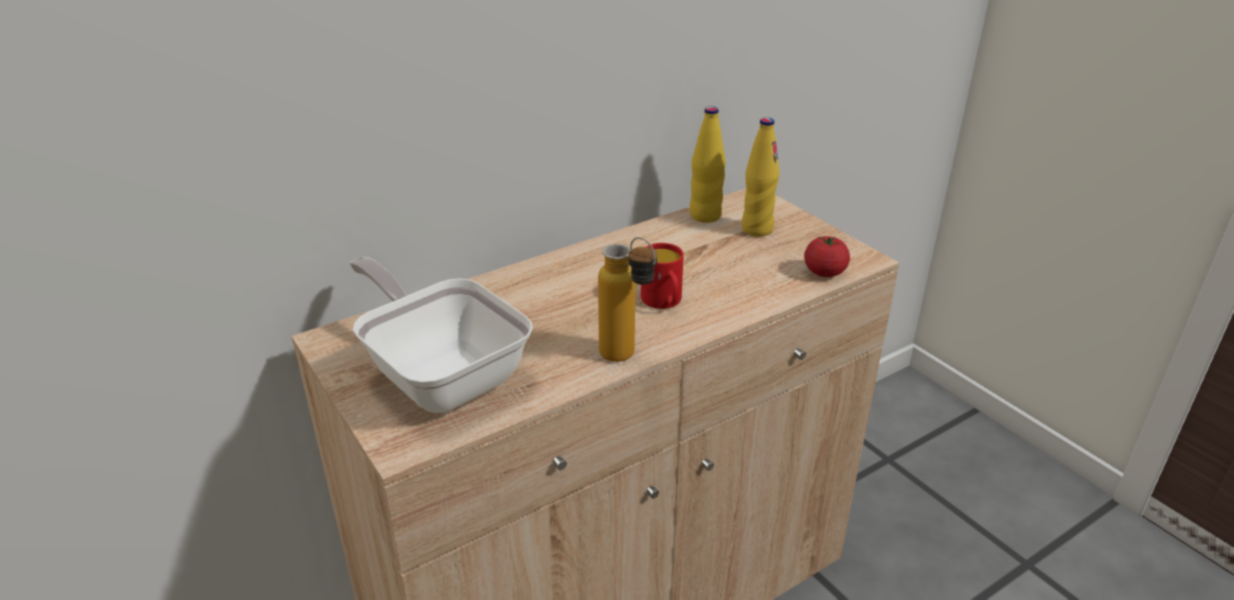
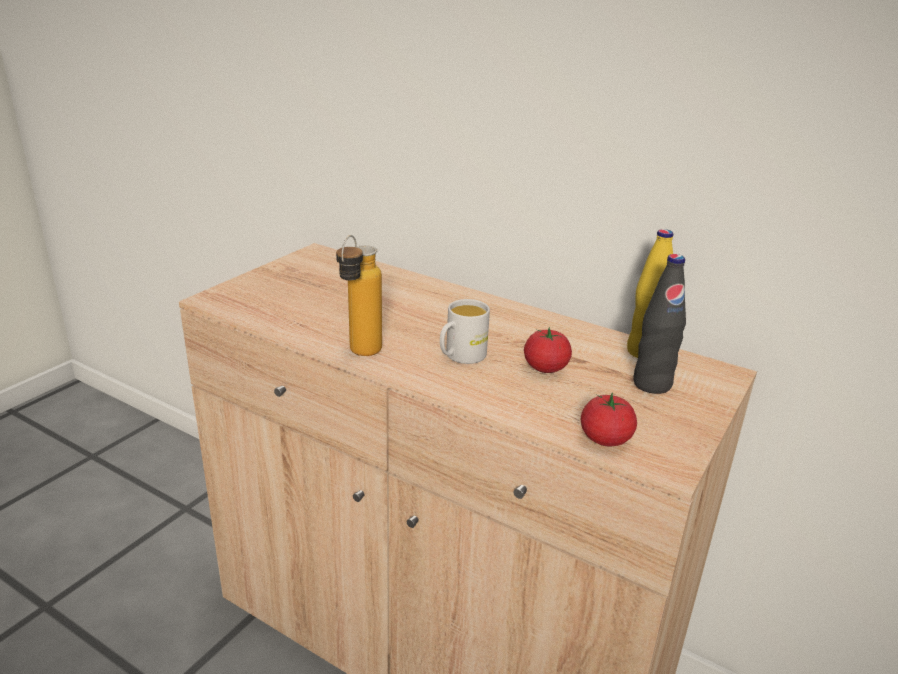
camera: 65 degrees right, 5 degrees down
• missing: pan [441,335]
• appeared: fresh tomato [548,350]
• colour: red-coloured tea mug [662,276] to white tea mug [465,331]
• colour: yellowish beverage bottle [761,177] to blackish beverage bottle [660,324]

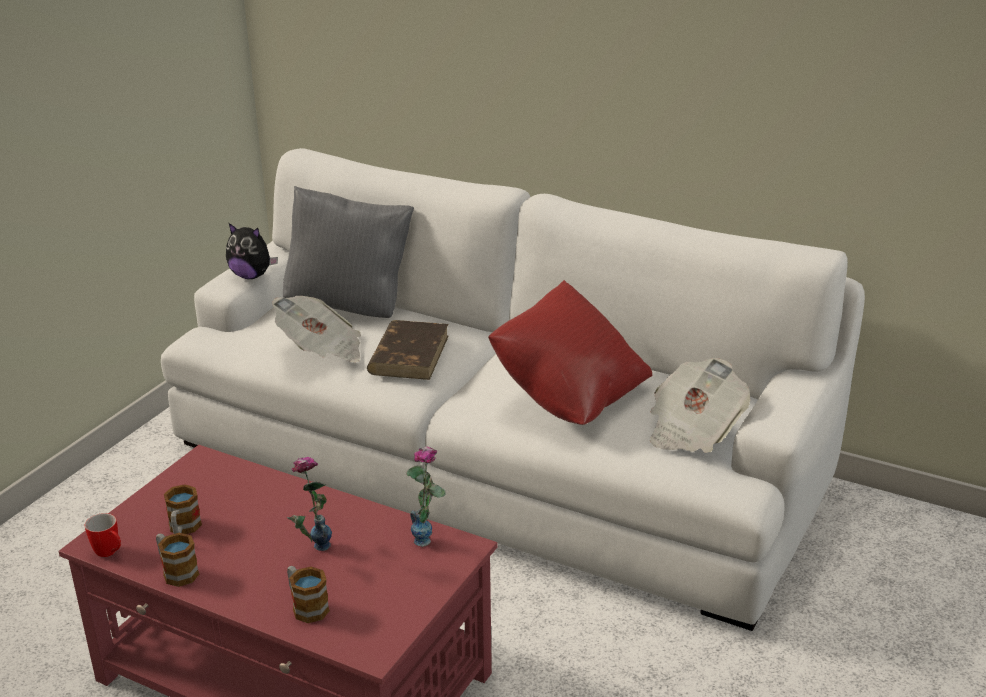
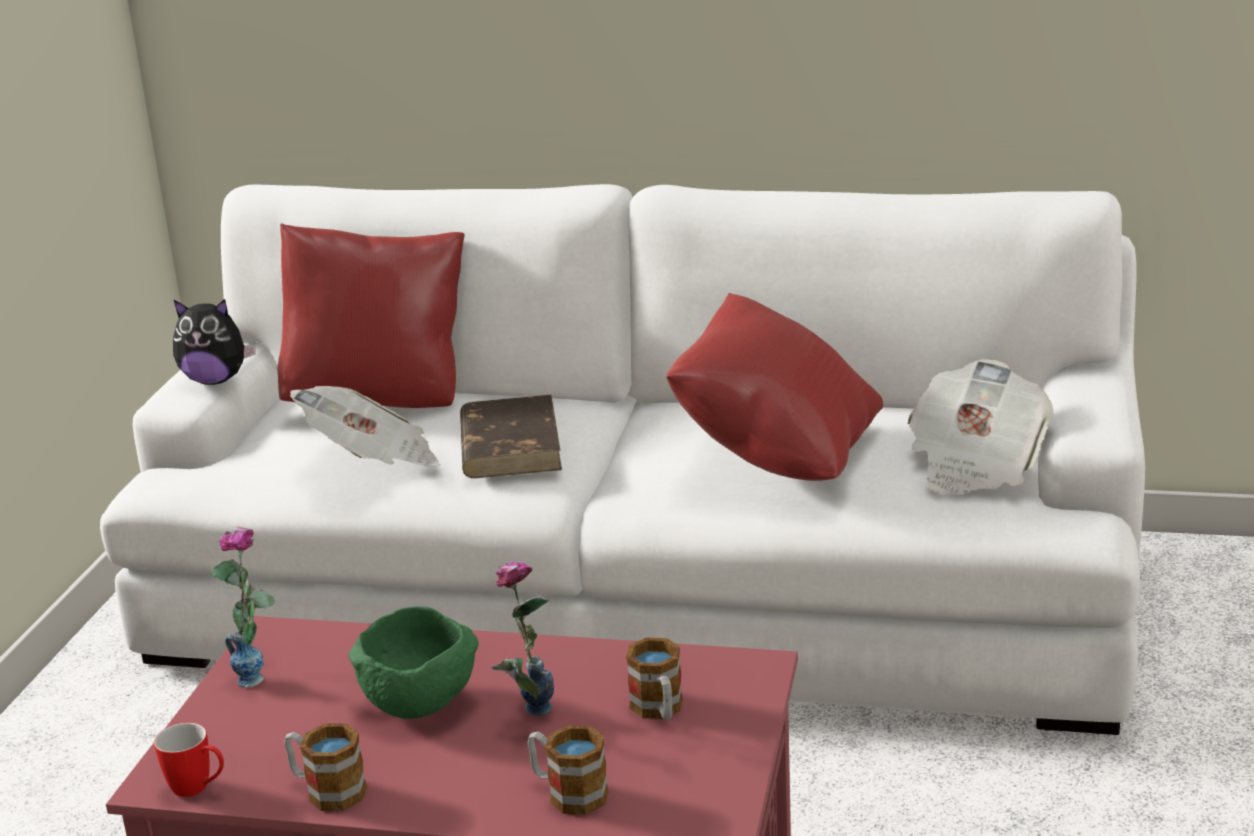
camera: 15 degrees left, 5 degrees down
• appeared: greenish serving bowl [413,663]
• relocated: tea mug [183,509] to [654,679]
• relocated: vase [425,496] to [243,607]
• colour: greyish throw pillow [348,252] to red-coloured throw pillow [371,315]

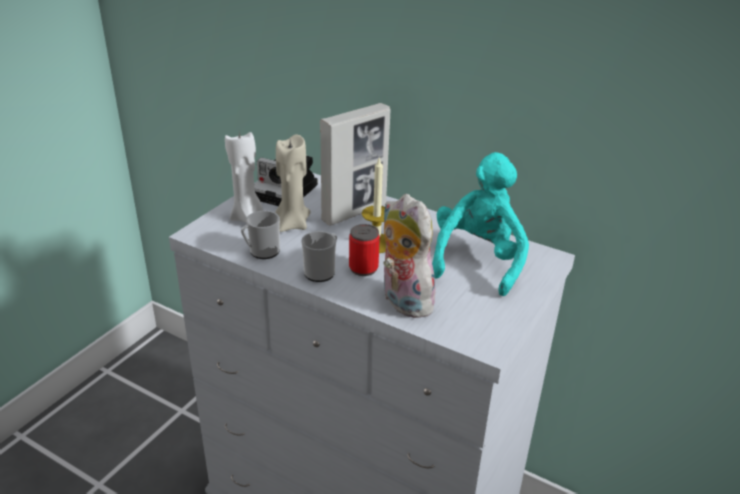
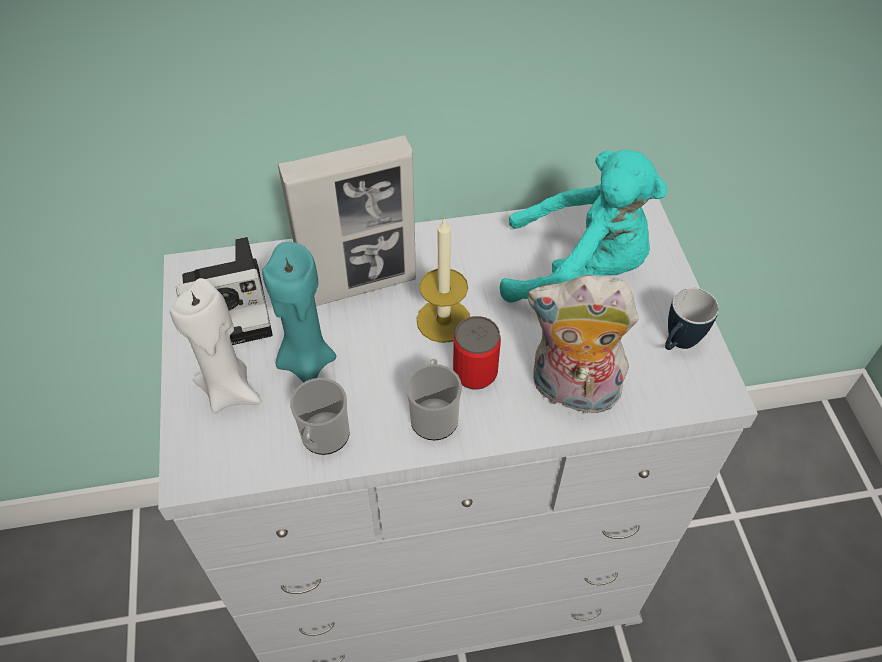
camera: 40 degrees left, 20 degrees up
• appeared: tea mug [692,319]
• colour: beige-coloured candle [293,183] to turquoise candle [299,312]
• spun: picture frame [355,164] = [347,220] 60 degrees clockwise
• spun: turquoise cuddly toy [480,224] = [584,226] 120 degrees clockwise

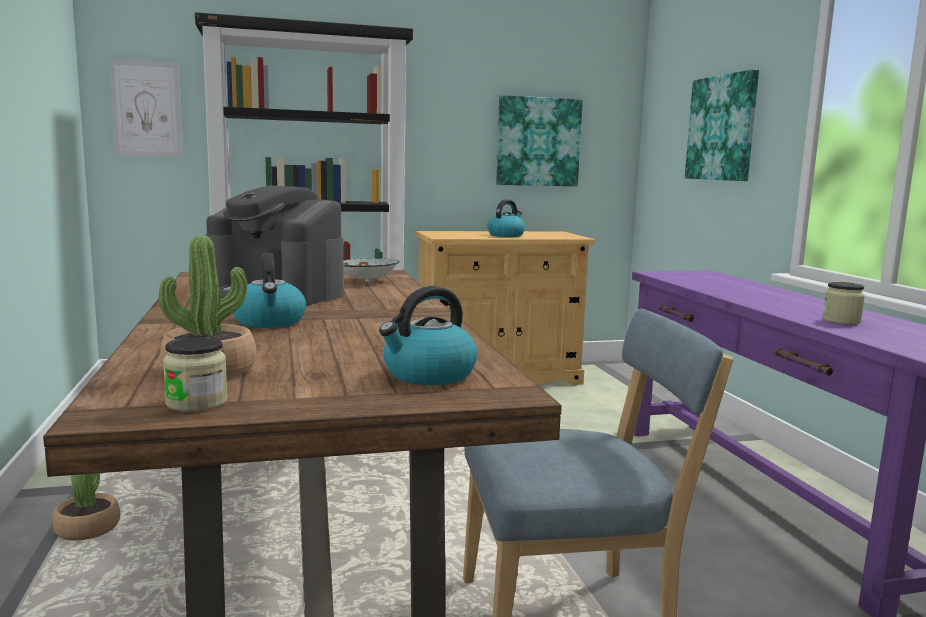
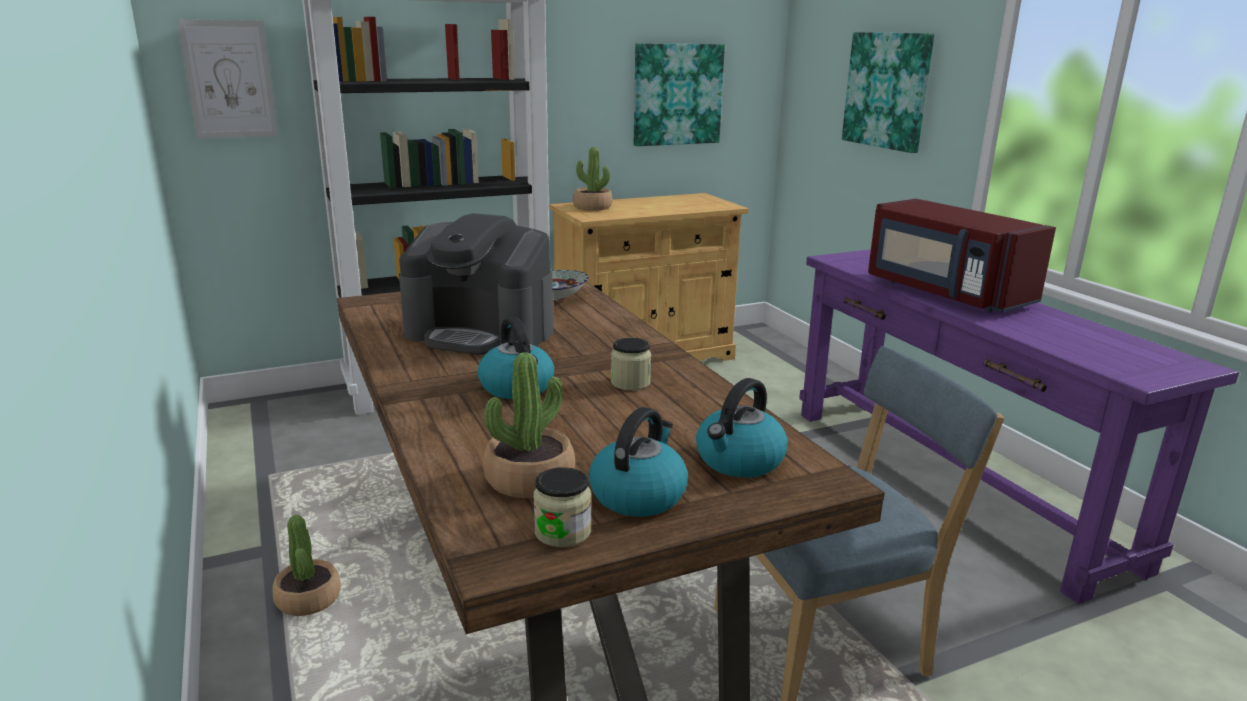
camera: 10 degrees left, 10 degrees up
• appeared: houseplant [592,179]
• appeared: red-coloured microwave oven [962,256]
• relocated: tea kettle [506,218] to [638,462]
• relocated: preserve jar [843,303] to [631,364]

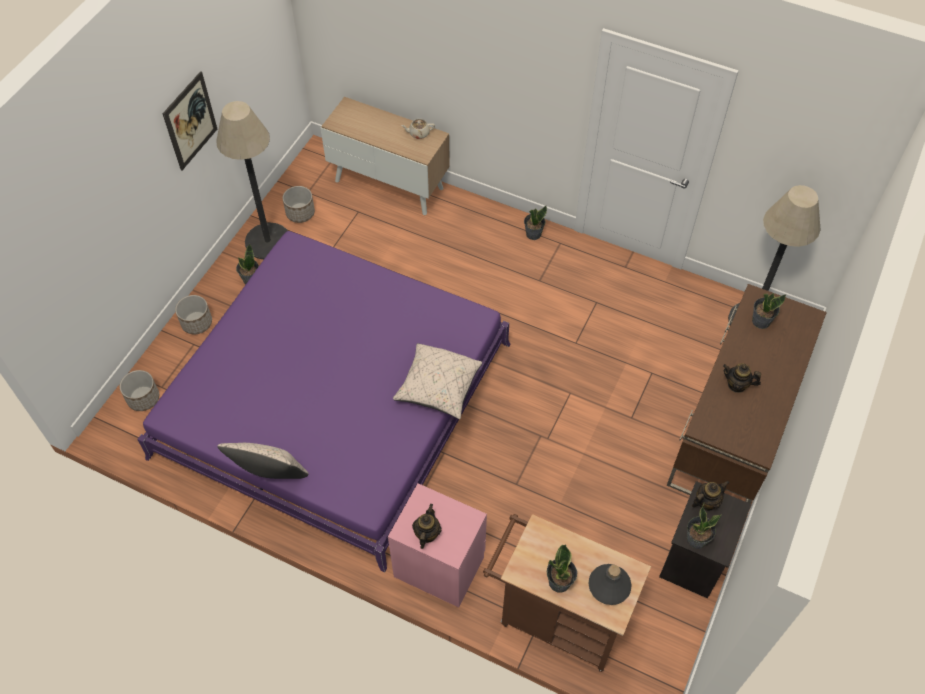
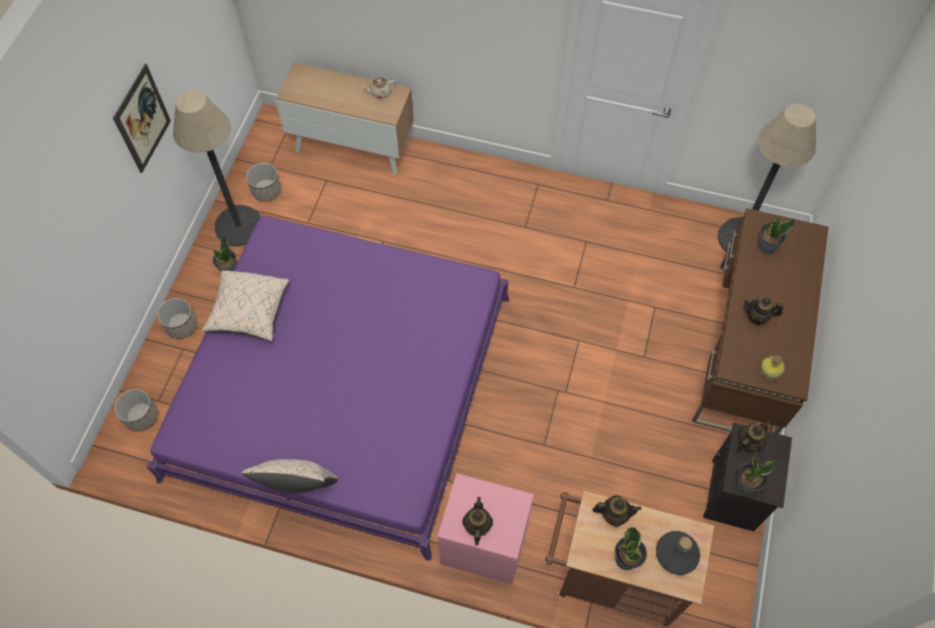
camera: 10 degrees left, 5 degrees up
• missing: houseplant [535,222]
• appeared: teapot [616,511]
• appeared: beverage bottle [772,368]
• relocated: beige-coloured throw pillow [437,381] to [245,305]

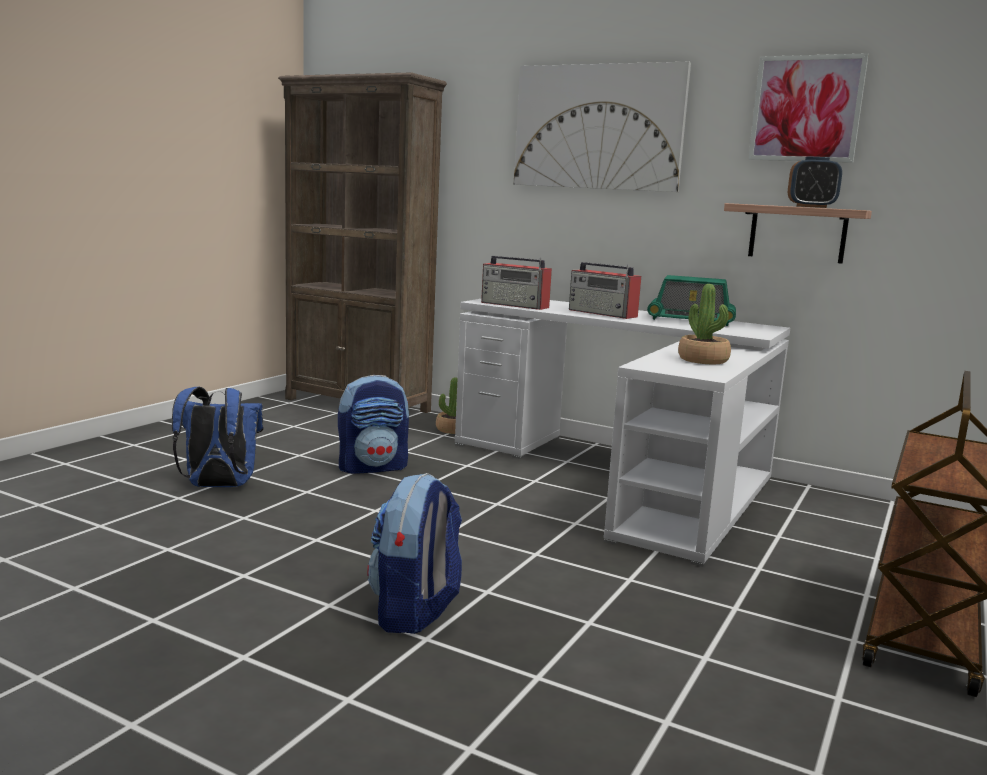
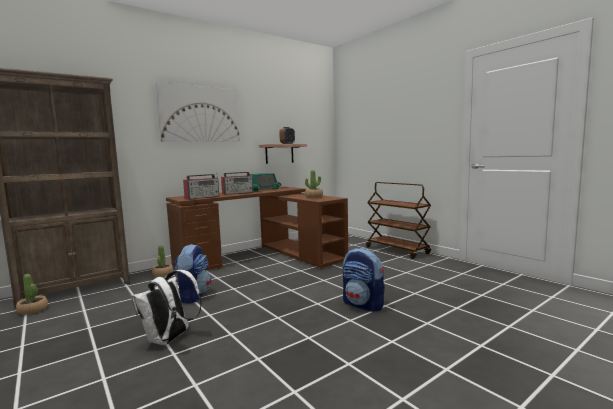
camera: 65 degrees left, 5 degrees down
• missing: wall picture [808,108]
• appeared: houseplant [32,294]
• colour: blue backpack [218,437] to white backpack [166,307]
• colour: white desk table [622,433] to brown desk table [257,228]

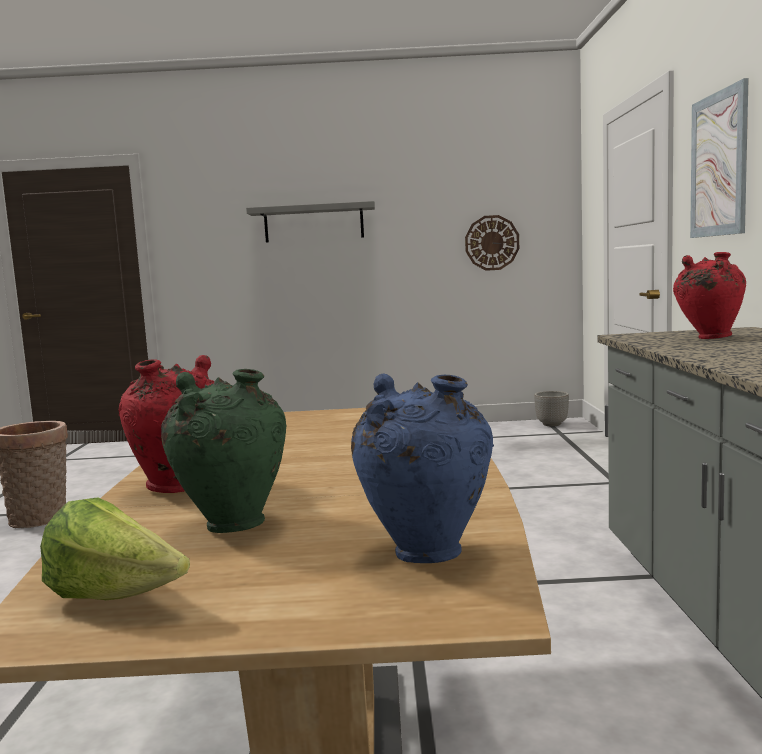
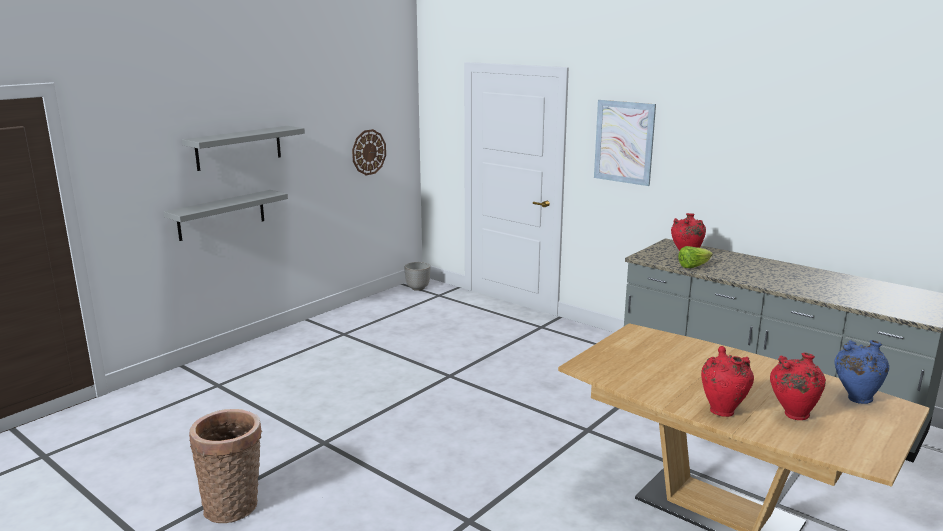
camera: 50 degrees left, 10 degrees up
• appeared: greyish wall shelf [226,215]
• relocated: lettuce [115,548] to [695,257]
• colour: greenish vase [224,451] to red-coloured vase [798,386]

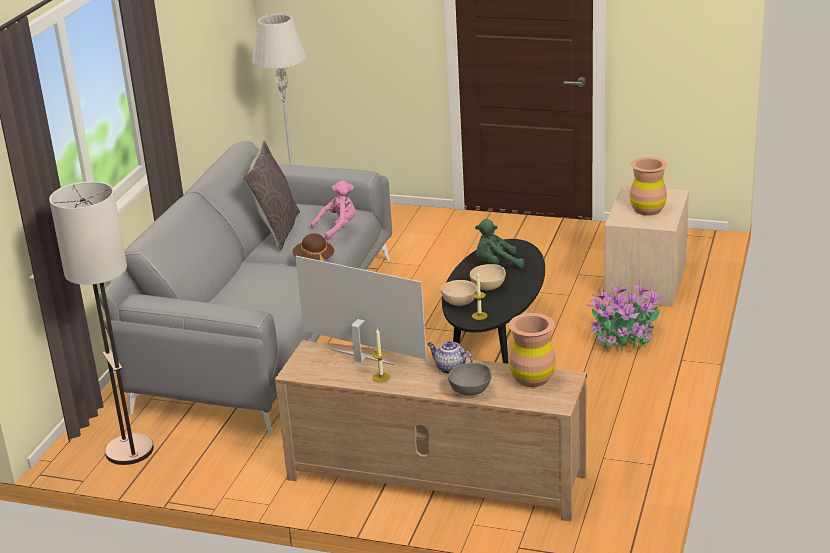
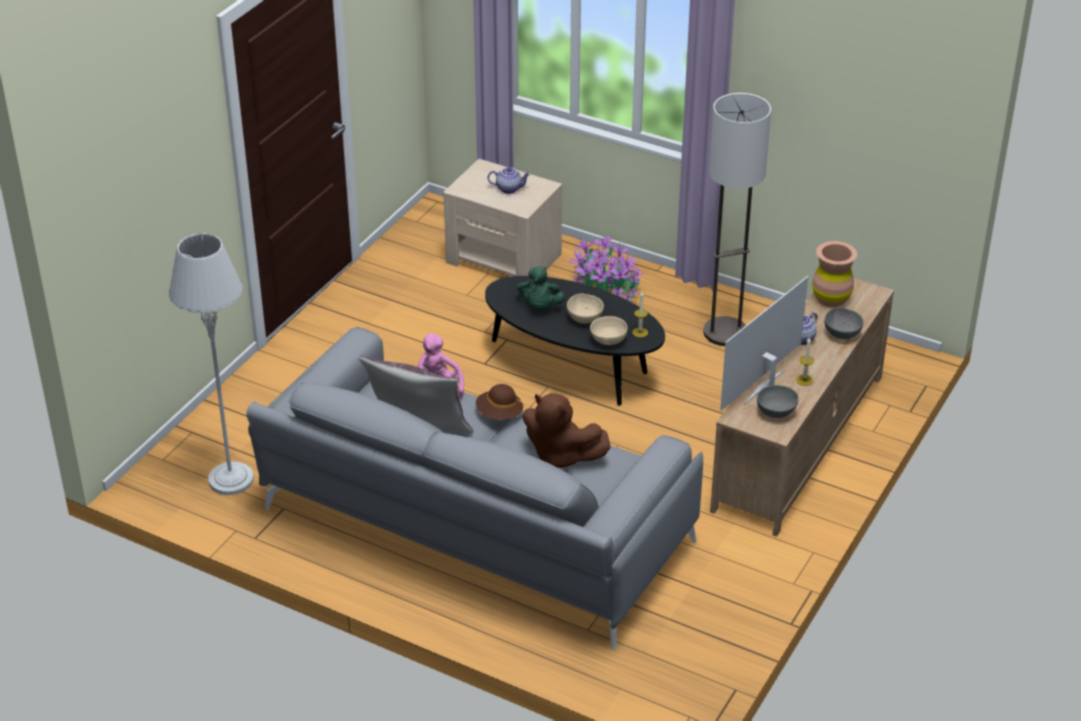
camera: 80 degrees left, 10 degrees up
• appeared: brown cuddly toy [567,430]
• appeared: greyish serving bowl [778,401]
• relocated: standing lamp [101,323] to [737,219]
• exchanged: brown vase [648,186] to teapot [509,180]

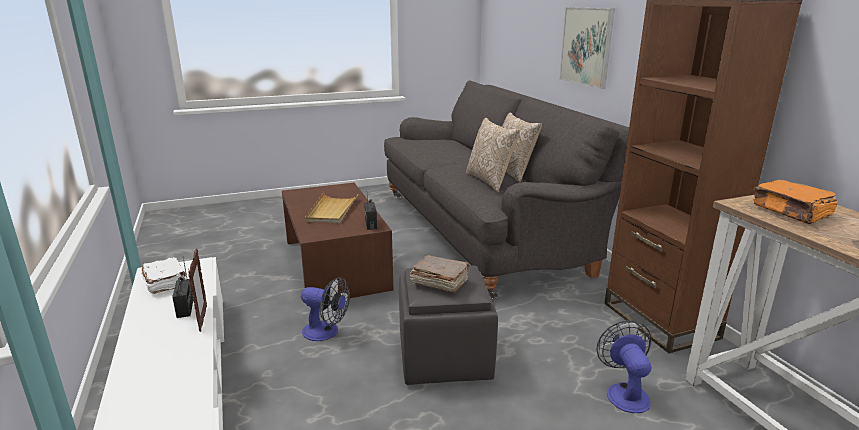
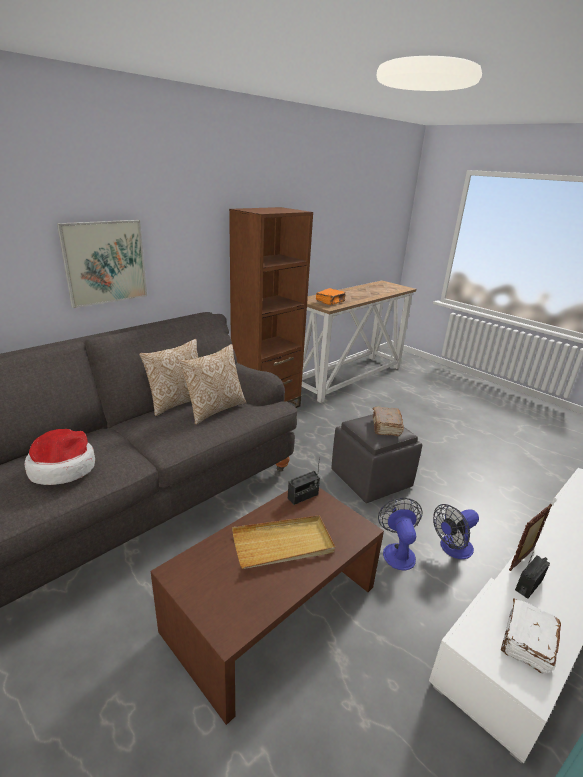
camera: 115 degrees left, 5 degrees up
• appeared: clothing hat [59,457]
• relocated: cooling fan [624,366] to [456,531]

